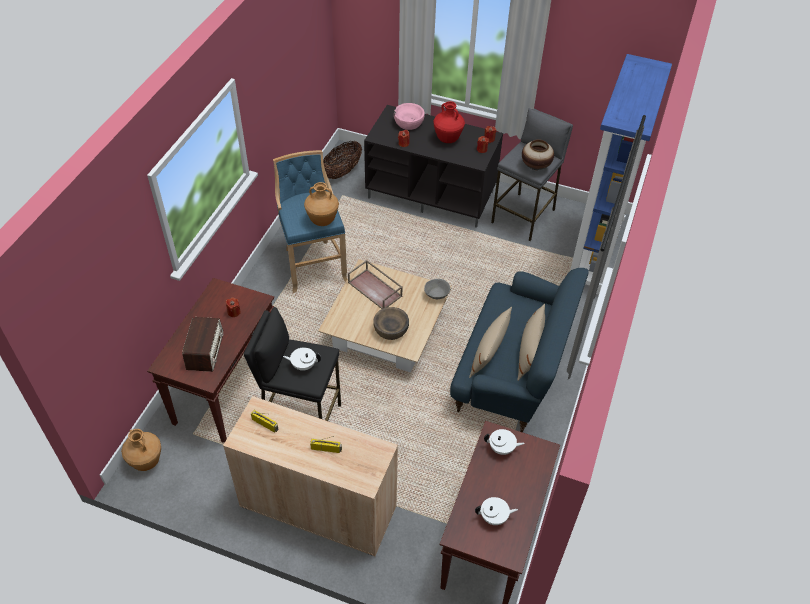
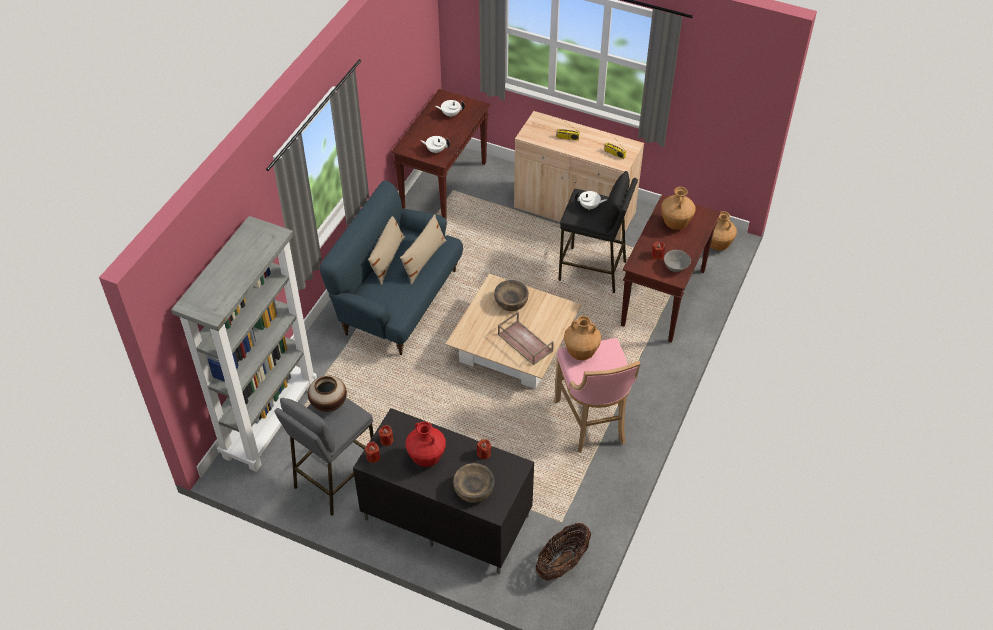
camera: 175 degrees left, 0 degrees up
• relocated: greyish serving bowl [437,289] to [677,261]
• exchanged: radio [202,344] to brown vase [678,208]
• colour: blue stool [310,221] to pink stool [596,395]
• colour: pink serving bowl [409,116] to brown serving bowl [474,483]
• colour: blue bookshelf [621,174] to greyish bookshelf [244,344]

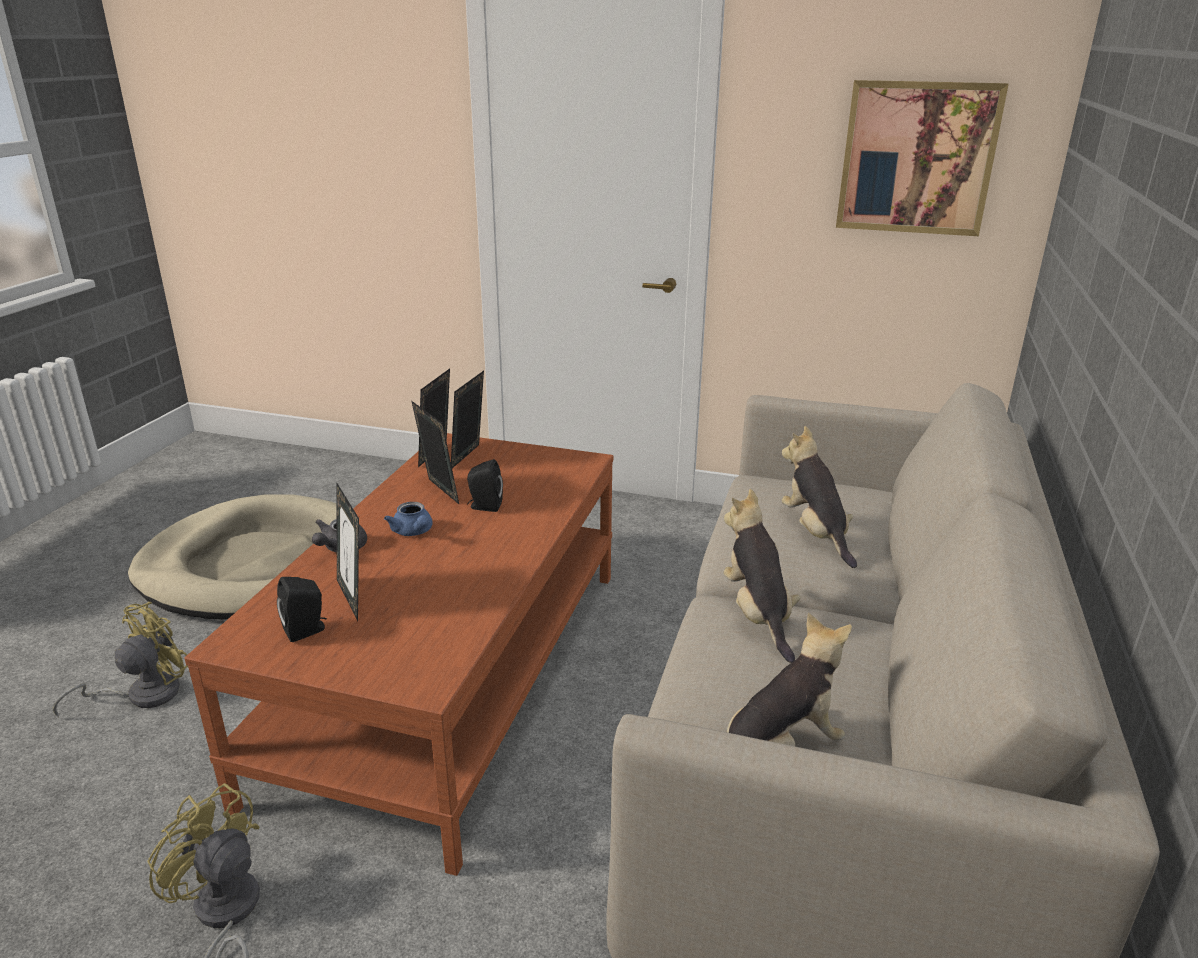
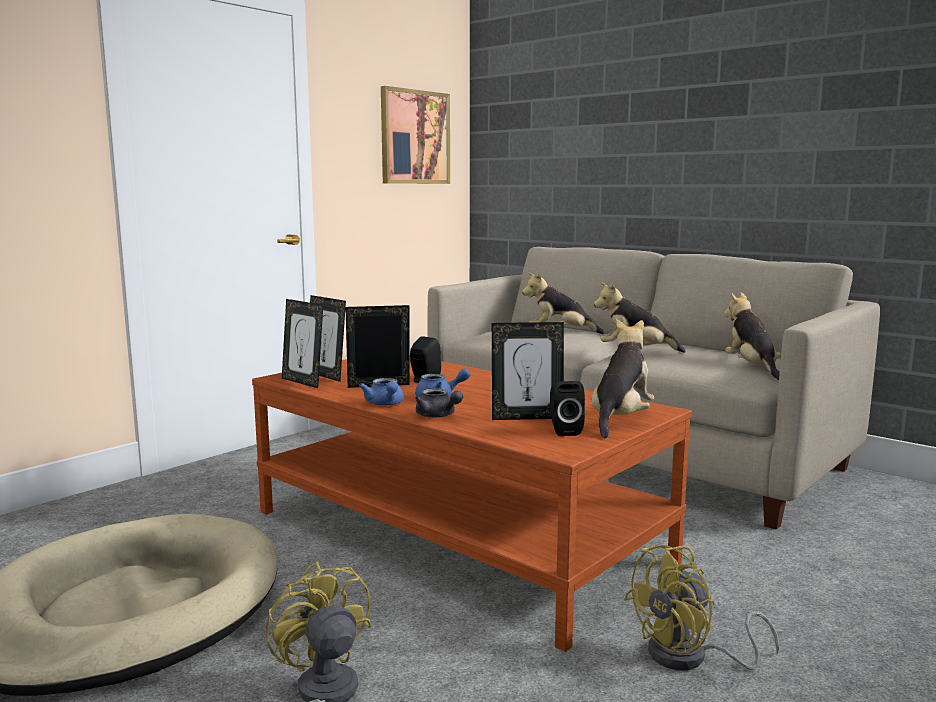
camera: 65 degrees left, 15 degrees down
• appeared: blue teapot [381,392]
• appeared: cuddly toy [623,378]

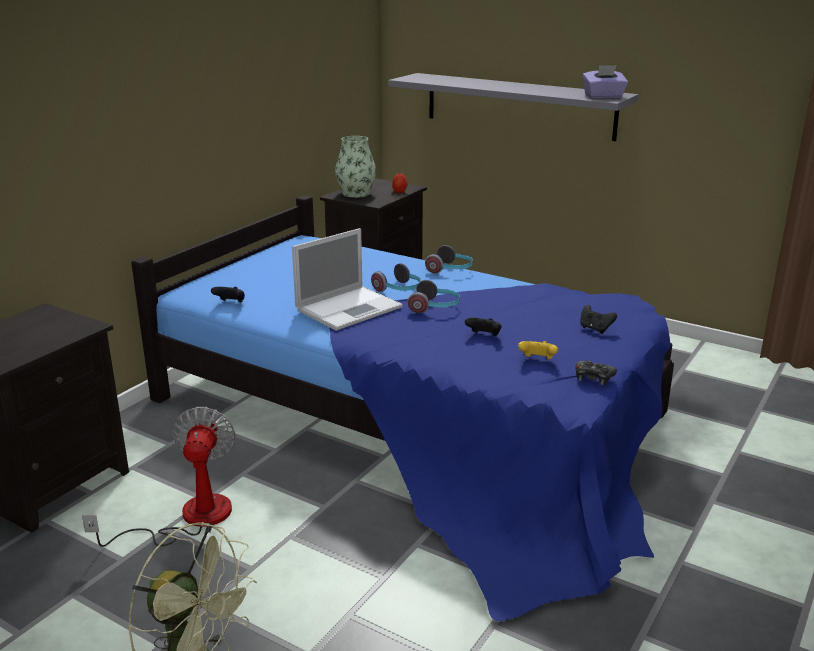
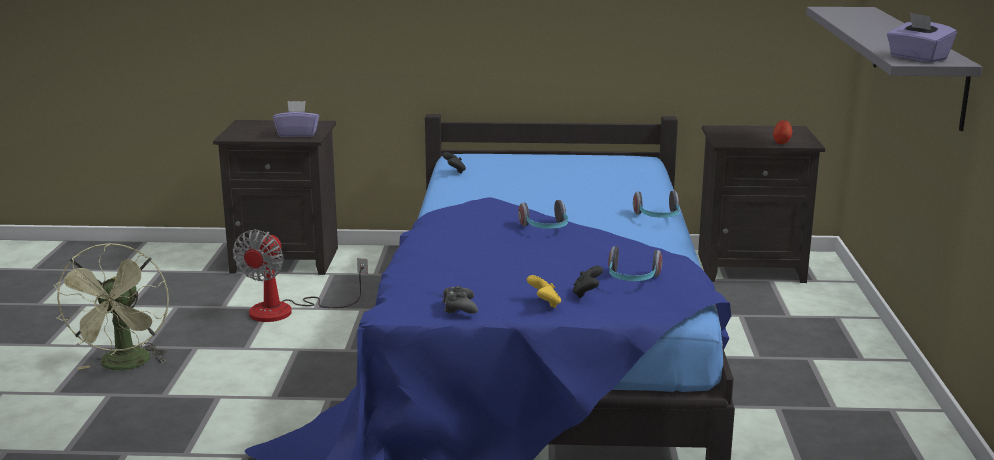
camera: 60 degrees right, 5 degrees down
• missing: laptop [347,279]
• missing: vase [355,167]
• missing: blackish joypad [483,327]
• appeared: purple tissue box [296,119]
• relocated: headset [396,277] to [635,263]
• relocated: yellowish joypad [538,350] to [544,291]
• spun: cooling fan [158,477] = [300,276] 135 degrees clockwise

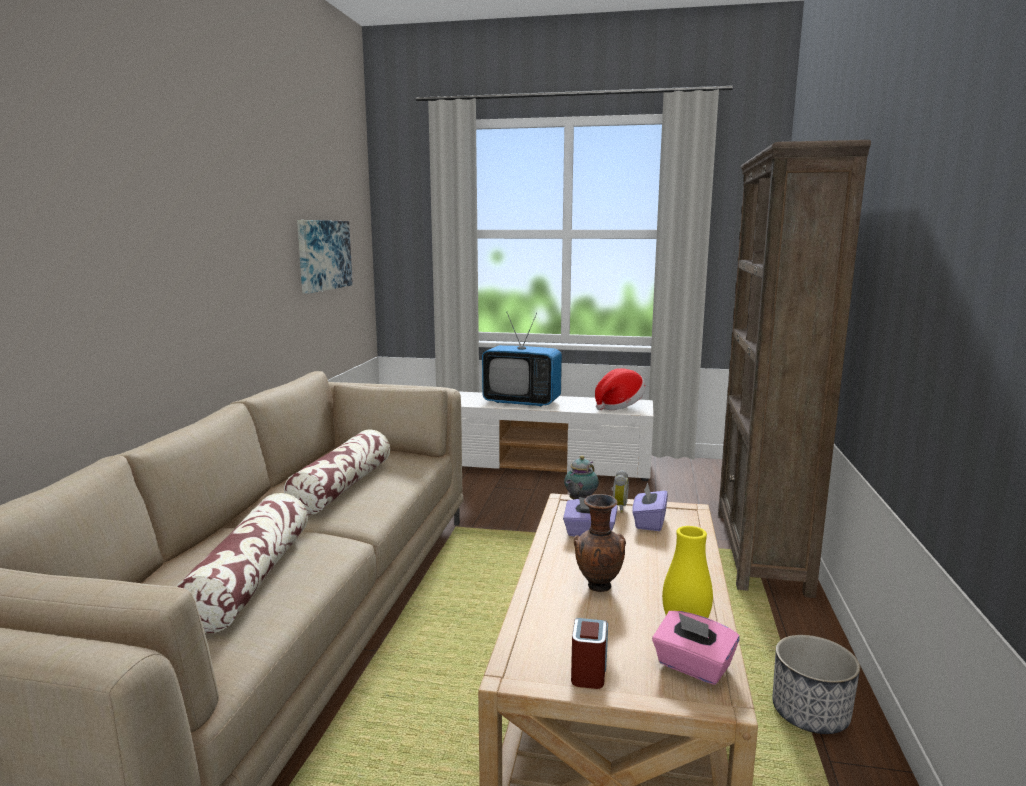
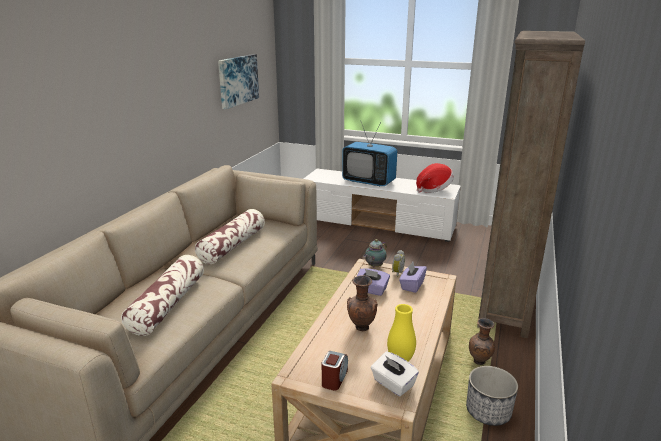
camera: 10 degrees right, 10 degrees up
• appeared: brown vase [482,341]
• colour: pink tissue box [696,648] to white tissue box [395,373]

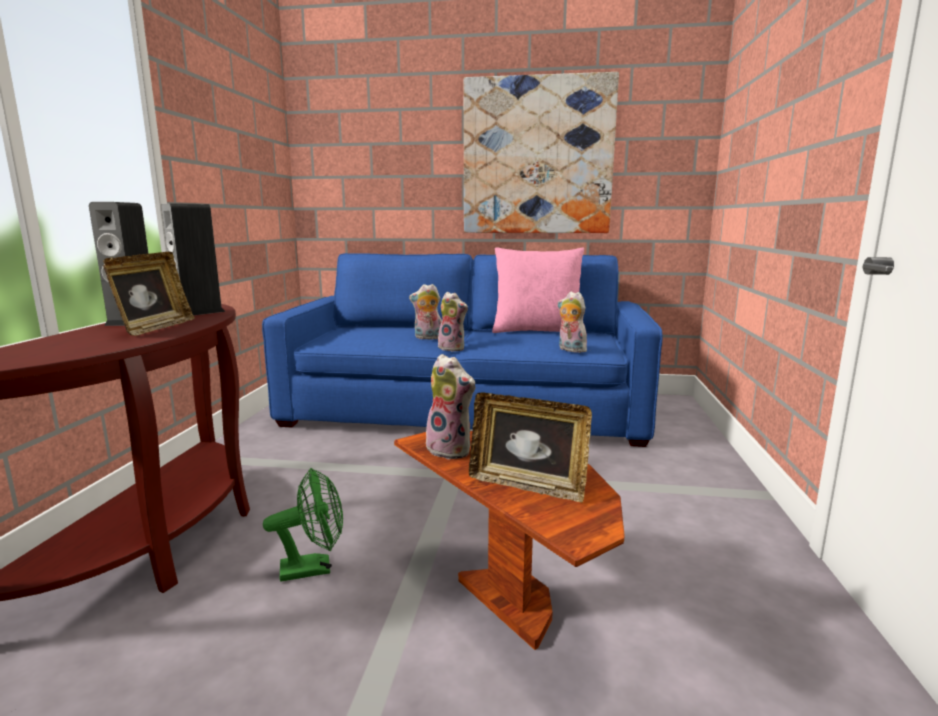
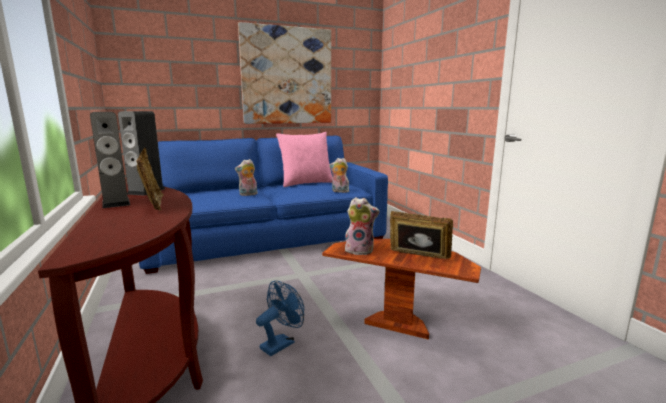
camera: 30 degrees left, 0 degrees up
• missing: cuddly toy [451,322]
• colour: greenish cooling fan [303,525] to blue cooling fan [280,318]
• spun: picture frame [530,447] = [421,235] 150 degrees counterclockwise

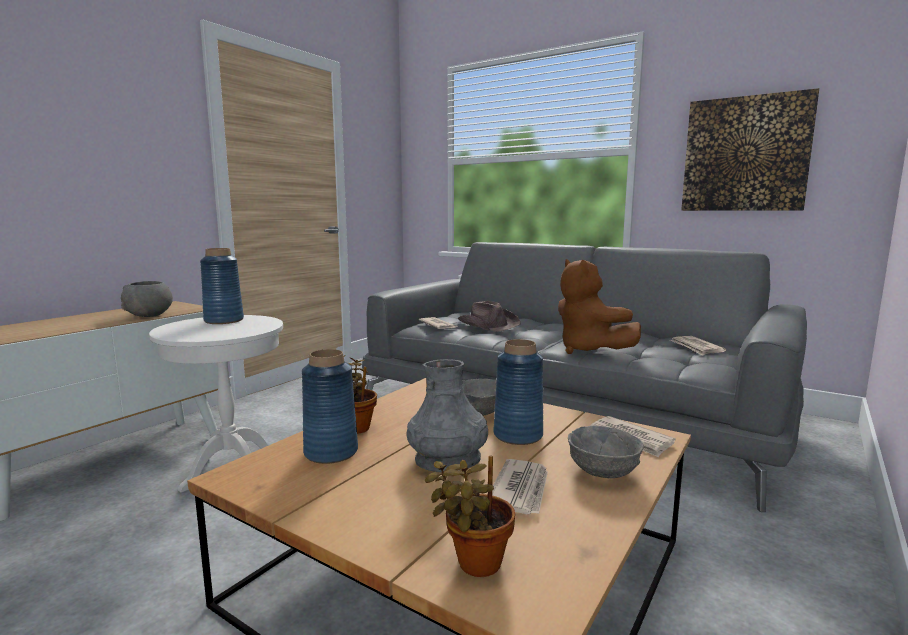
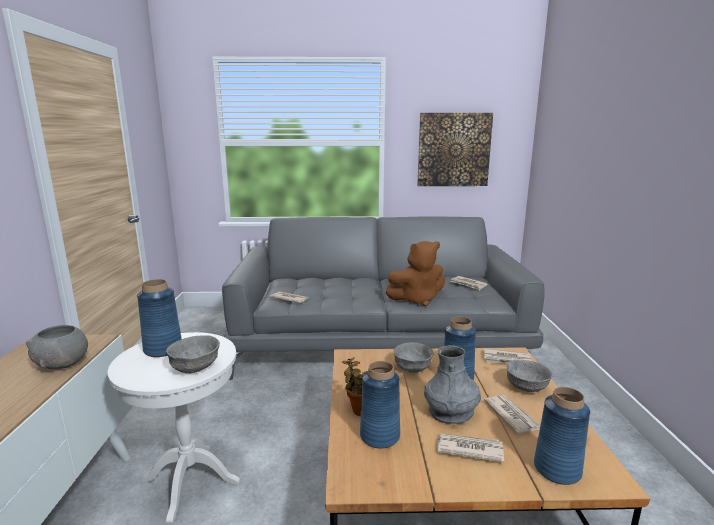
camera: 35 degrees left, 5 degrees up
• missing: brown clothing hat [489,316]
• appeared: greyish serving bowl [193,354]
• appeared: daily paper [470,448]
• exchanged: houseplant [470,516] to blue vase [562,436]
• spun: brown cuddly toy [599,306] = [415,273] 45 degrees counterclockwise

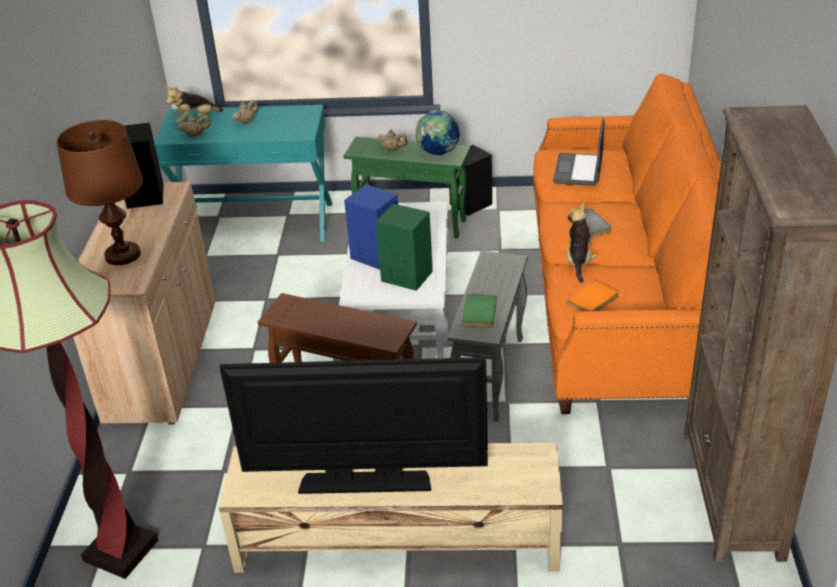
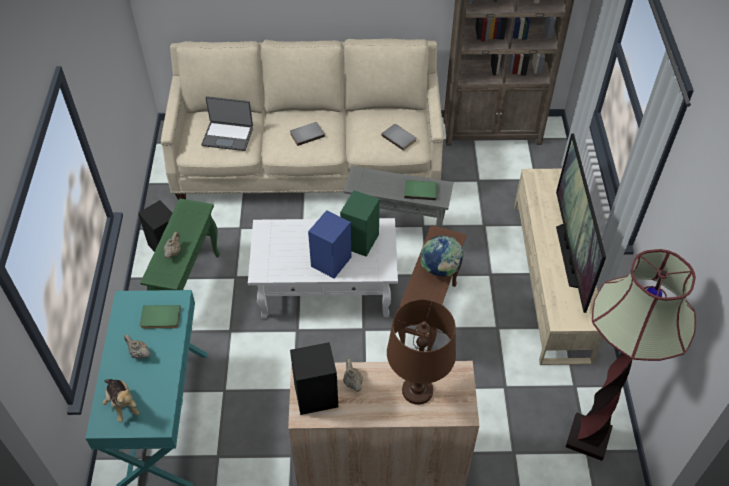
camera: 95 degrees left, 15 degrees up
• missing: cuddly toy [581,243]
• appeared: greenish book [160,317]
• relocated: beige-coloured teapot [194,125] to [353,375]
• relocated: desk globe [437,133] to [442,256]
• colour: orange sofa [627,244] to beige-coloured sofa [302,119]
• colour: orange book [593,296] to greyish book [398,137]

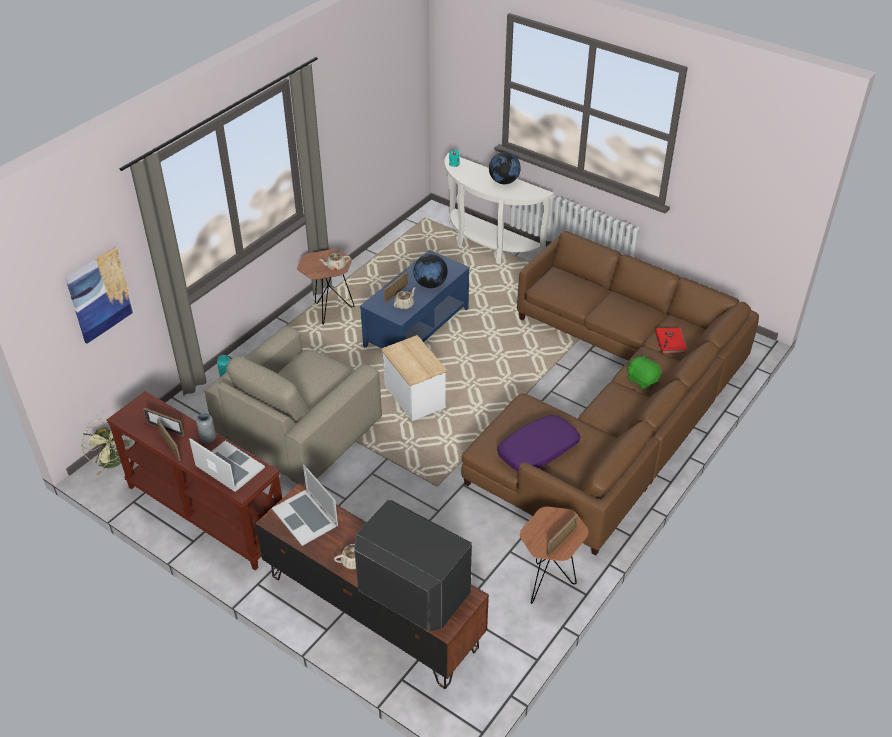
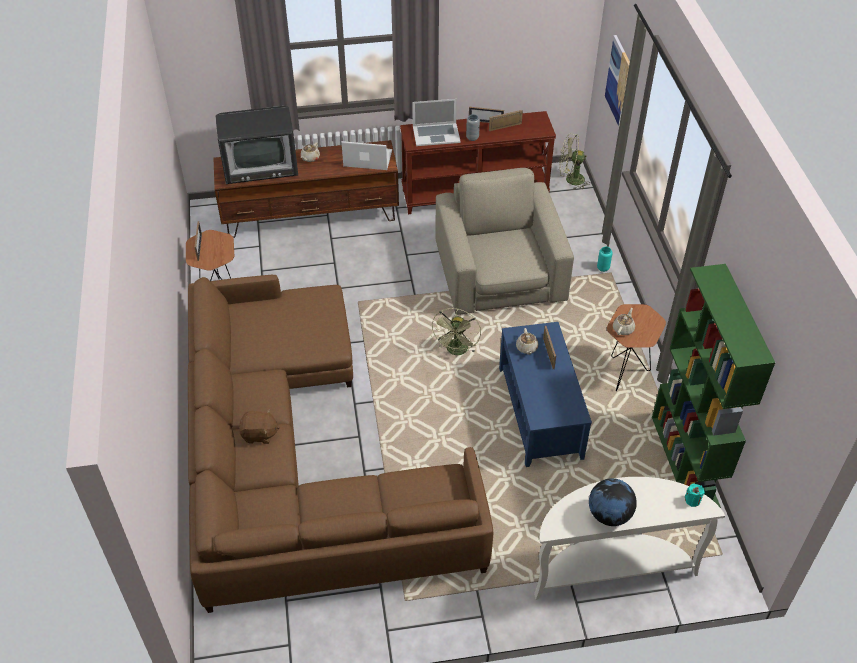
camera: 135 degrees right, 5 degrees up
• missing: desk globe [431,271]
• missing: purple throw pillow [538,443]
• missing: red-coloured book [671,340]
• appeared: greenish bookshelf [713,386]
• exchanged: side table [414,378] to greenish cooling fan [456,331]
• colour: greenish cuddly toy [644,372] to brown cuddly toy [259,426]

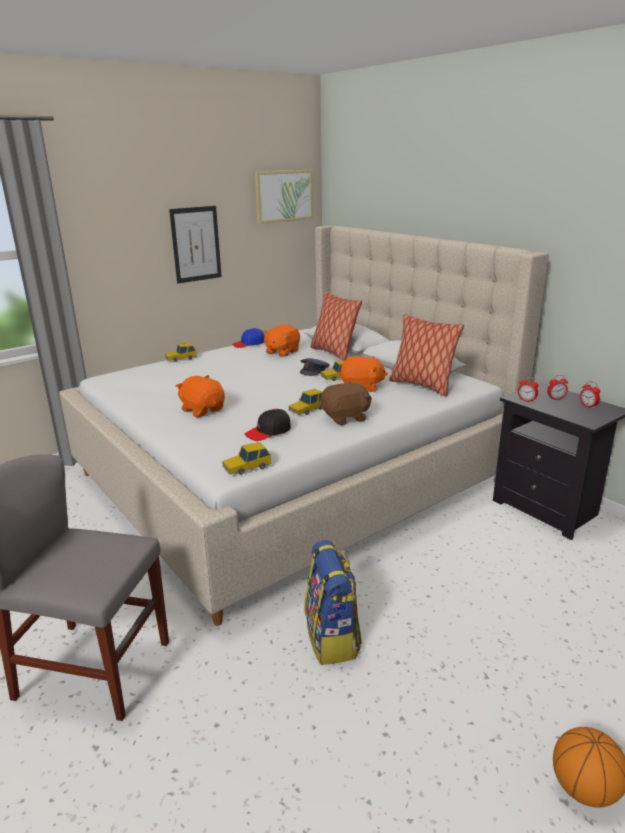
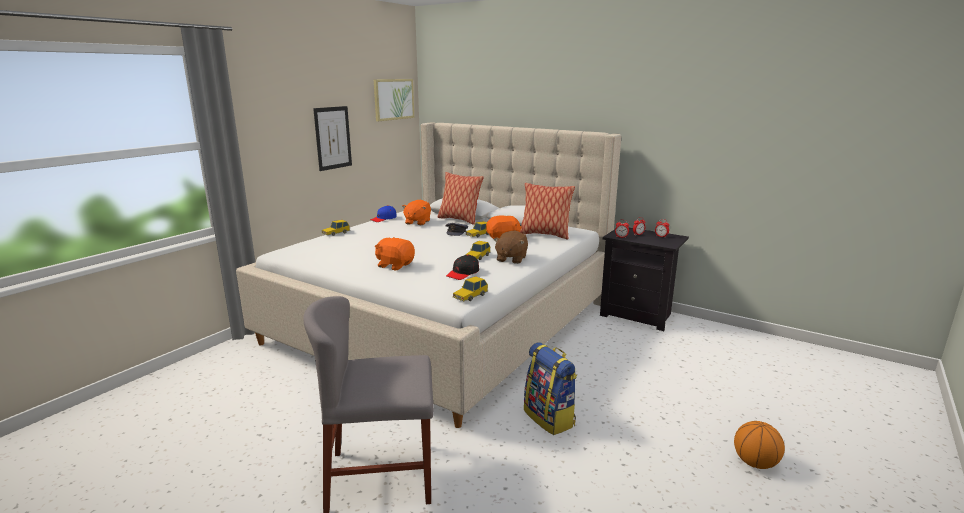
camera: 20 degrees left, 5 degrees down
• spun: brown cuddly toy [346,403] = [511,247] 150 degrees clockwise

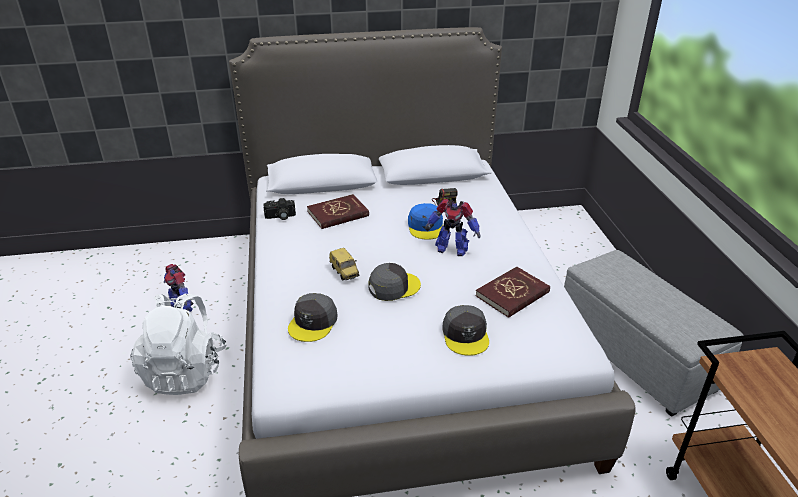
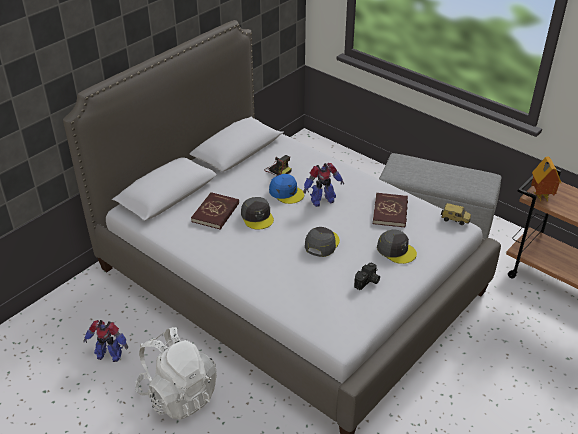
camera: 40 degrees left, 5 degrees up
• appeared: model house [546,179]
• relocated: still camera [279,209] to [367,276]
• relocated: greyish peaked cap [313,317] to [257,213]
• relocated: model car [344,264] to [456,214]

